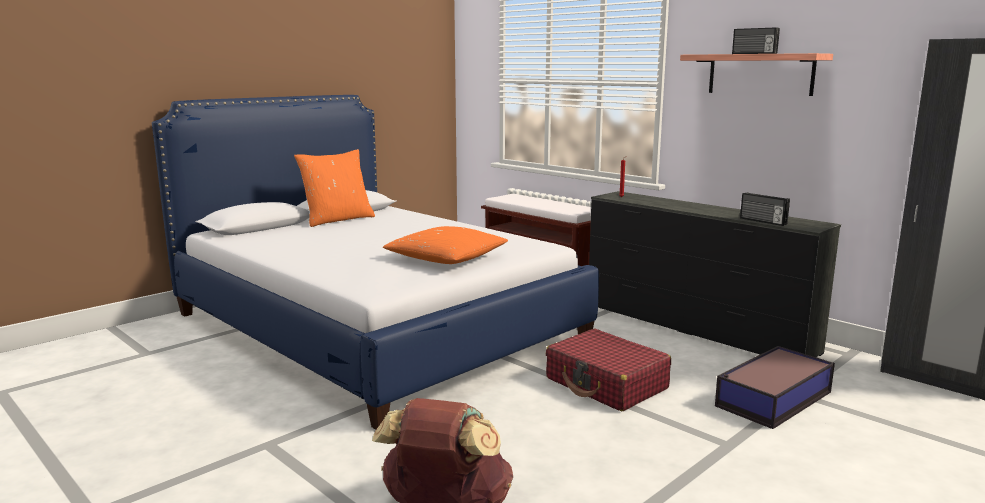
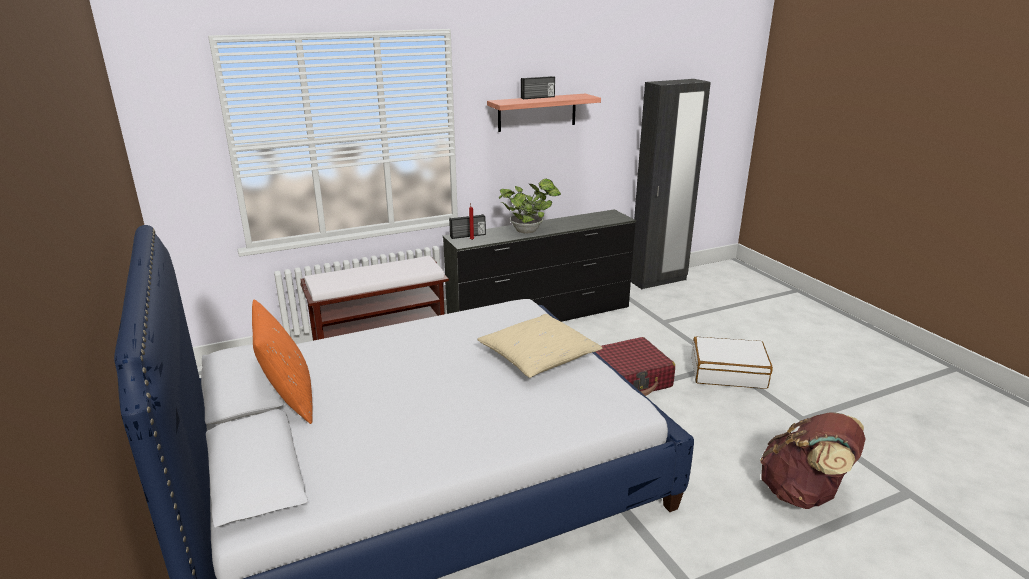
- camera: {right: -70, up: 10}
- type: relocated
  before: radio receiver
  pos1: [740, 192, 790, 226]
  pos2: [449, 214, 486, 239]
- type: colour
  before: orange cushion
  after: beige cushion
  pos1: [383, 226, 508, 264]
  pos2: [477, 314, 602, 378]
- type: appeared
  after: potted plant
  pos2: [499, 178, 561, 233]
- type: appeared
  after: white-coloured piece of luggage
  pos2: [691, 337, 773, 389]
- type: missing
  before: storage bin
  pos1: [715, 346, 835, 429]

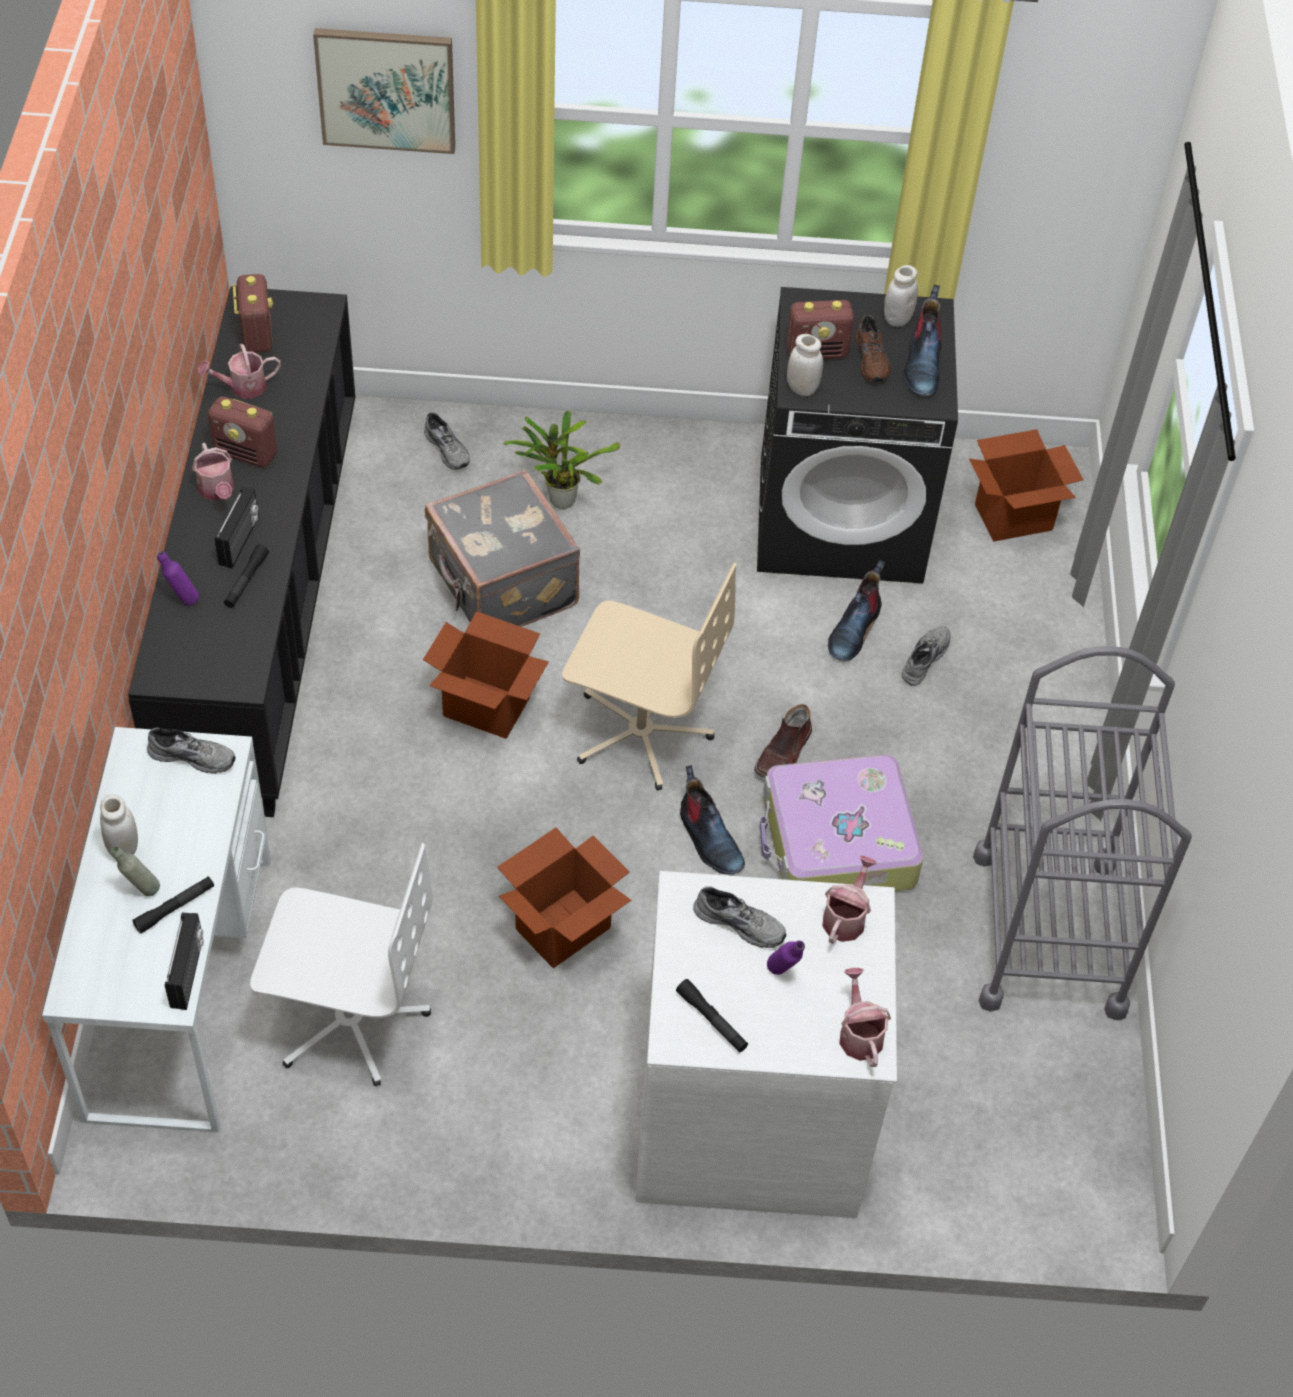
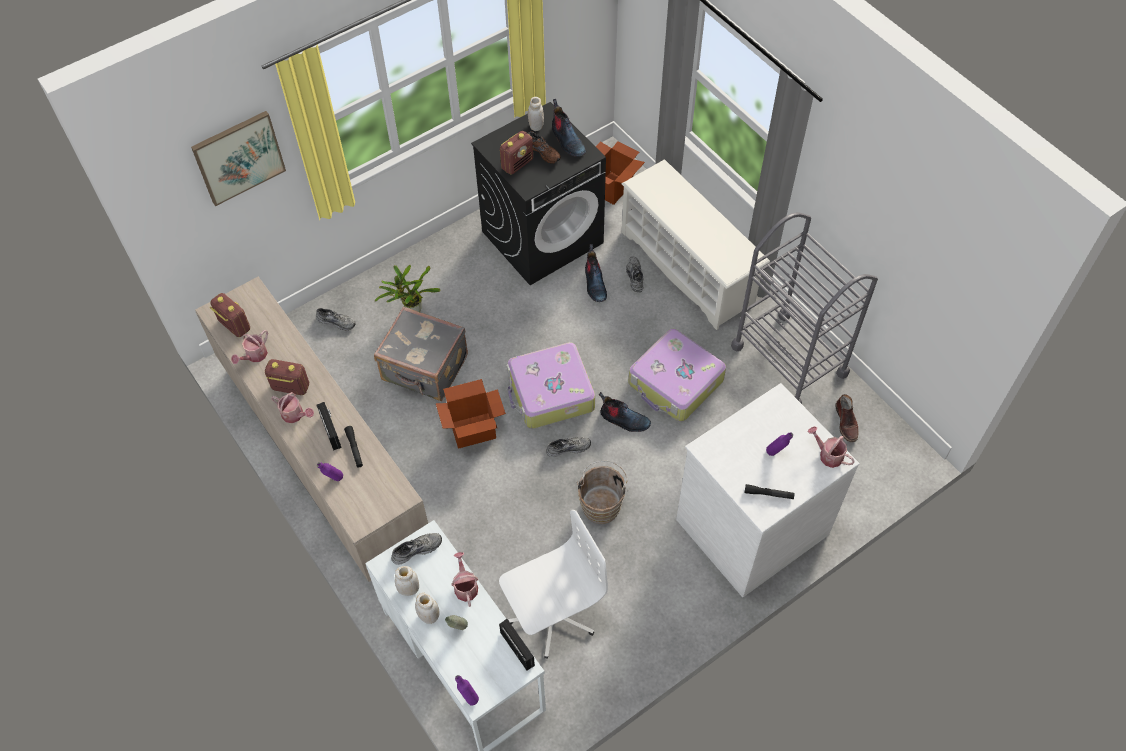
- camera: {right: -35, up: 5}
- type: colour
  before: black cupboard
  after: beige cupboard
  pos1: [128, 286, 356, 817]
  pos2: [195, 277, 428, 582]
- type: spun
  before: radio receiver
  pos1: [208, 397, 277, 467]
  pos2: [265, 359, 309, 395]
  turn: -150
- type: relocated
  before: white-coloured storage jar
  pos1: [787, 334, 823, 396]
  pos2: [395, 566, 419, 596]
- type: relocated
  before: sprinkling can
  pos1: [822, 856, 877, 944]
  pos2: [451, 552, 478, 607]
- type: appeared
  after: purplish bottle
  pos2: [455, 675, 479, 705]
- type: exchanged
  before: beige computer chair
  after: piece of luggage
  pos1: [562, 562, 737, 791]
  pos2: [507, 342, 595, 429]
- type: relocated
  before: greyish shoe
  pos1: [693, 886, 787, 948]
  pos2: [546, 437, 591, 457]
- type: exchanged
  before: cardboard box
  after: brown bucket
  pos1: [497, 828, 631, 968]
  pos2: [577, 461, 629, 524]
- type: appeared
  after: white-coloured shoe stand
  pos2: [622, 160, 770, 330]
- type: relocated
  before: brown high-top boot
  pos1: [754, 704, 812, 778]
  pos2: [835, 394, 858, 442]
- type: missing
  before: black hand torch
  pos1: [132, 876, 214, 934]

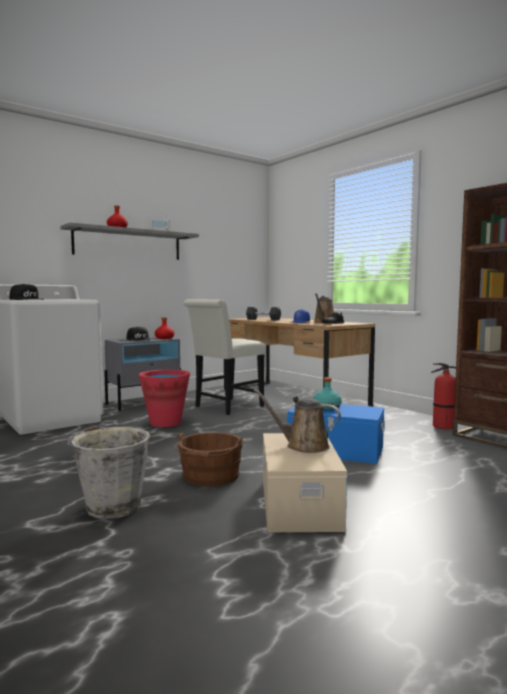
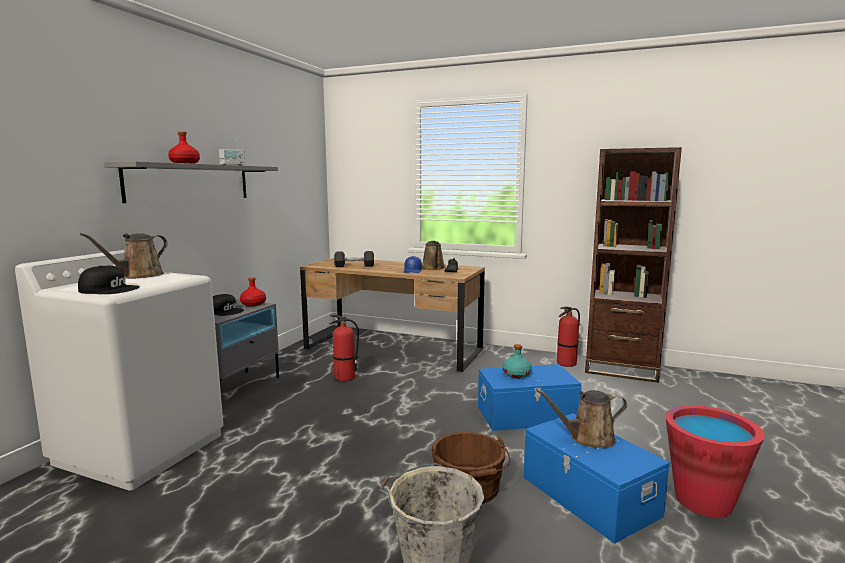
- camera: {right: -30, up: 5}
- type: appeared
  after: brown sprinkling can
  pos2: [80, 233, 168, 279]
- type: exchanged
  before: white-coloured chair
  after: fire-fighting cylinder
  pos1: [184, 299, 266, 415]
  pos2: [329, 315, 359, 381]
- type: colour
  before: beige storage bin
  after: blue-coloured storage bin
  pos1: [261, 433, 347, 532]
  pos2: [524, 413, 670, 544]
- type: relocated
  before: reddish bucket
  pos1: [139, 370, 190, 427]
  pos2: [665, 405, 765, 518]

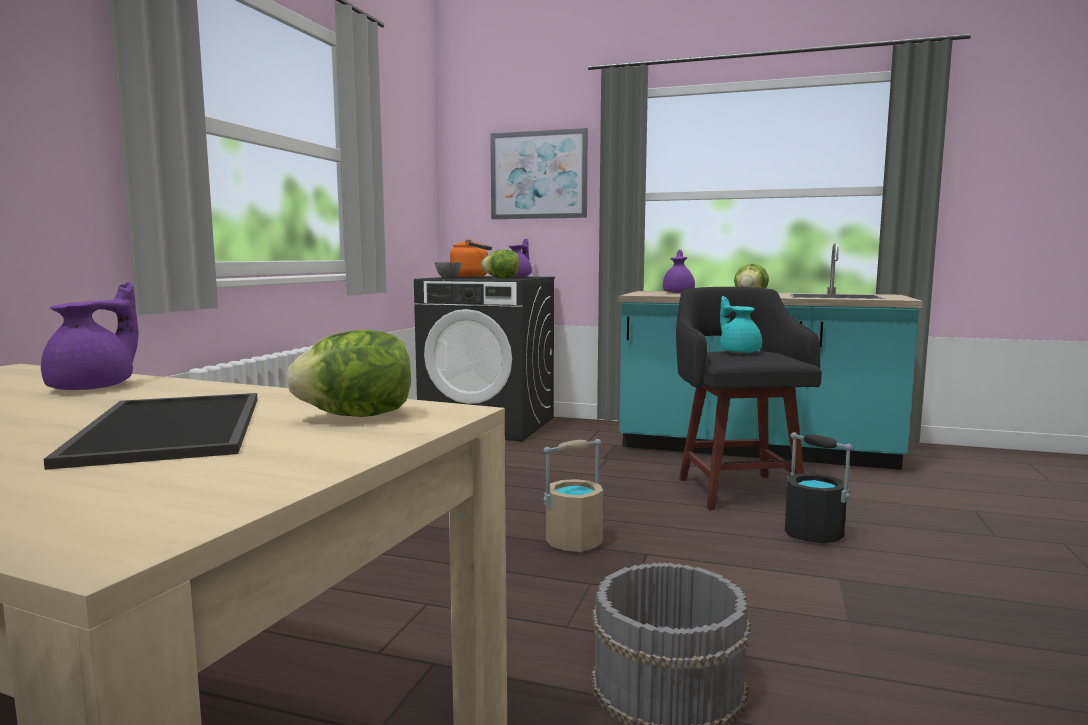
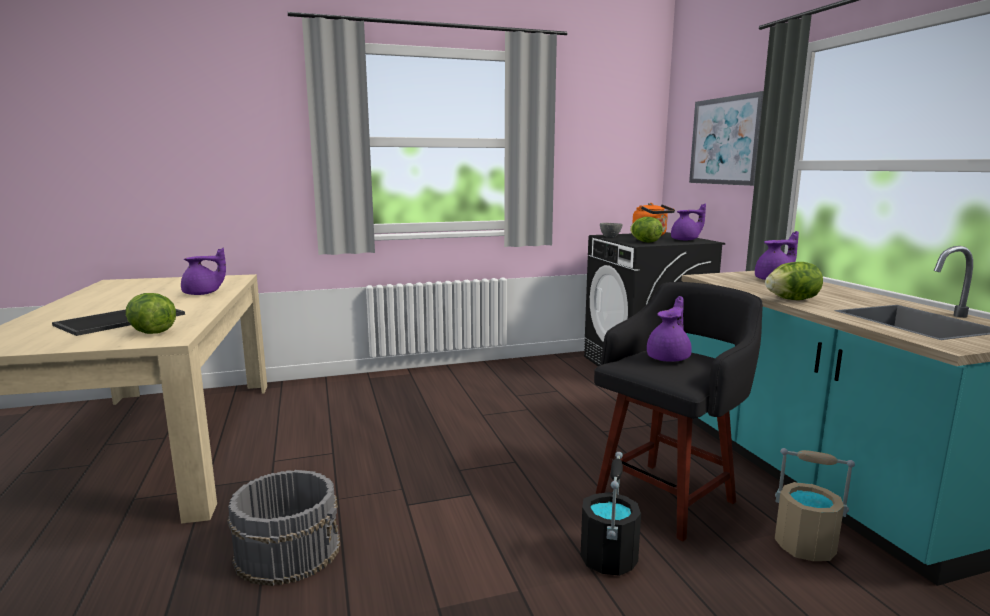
- camera: {right: 55, up: 5}
- type: colour
  before: turquoise-coloured teapot
  after: purplish teapot
  pos1: [720, 296, 762, 353]
  pos2: [647, 296, 692, 362]
- type: relocated
  before: beige bucket
  pos1: [543, 439, 603, 552]
  pos2: [775, 448, 855, 561]

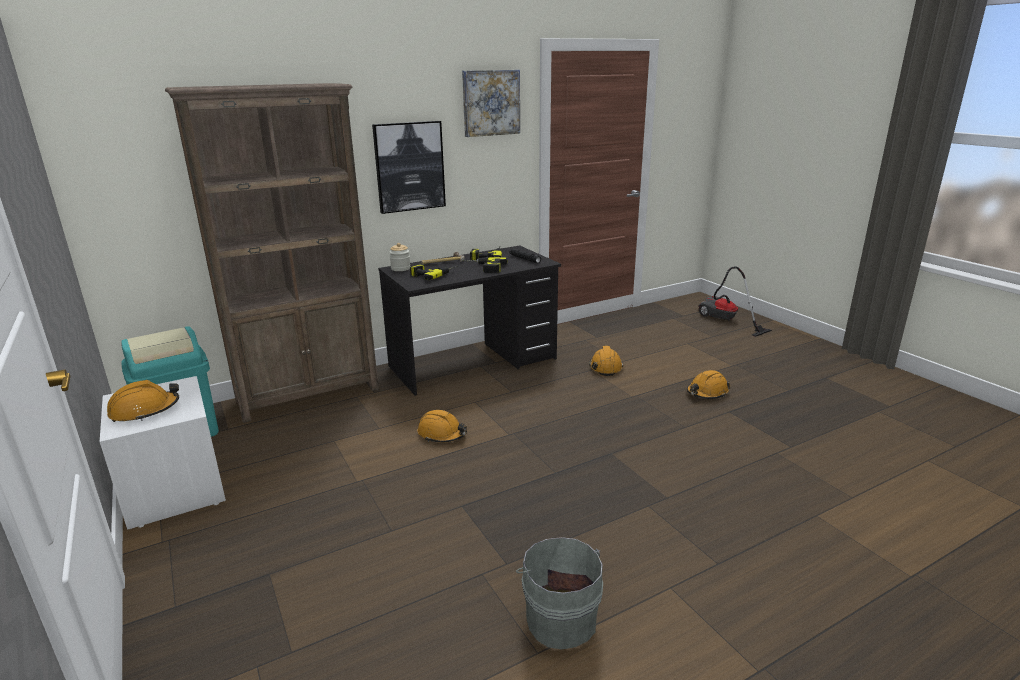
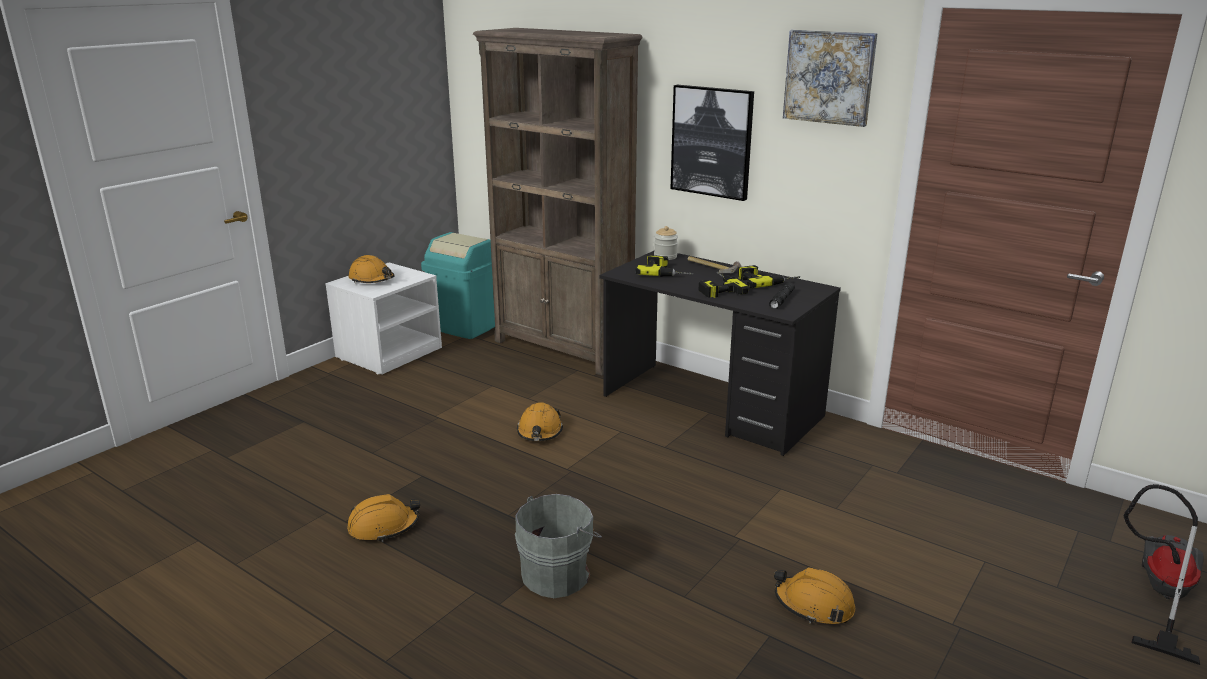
- camera: {right: 65, up: 0}
- type: relocated
  before: orange work helmet
  pos1: [589, 345, 623, 376]
  pos2: [347, 494, 420, 542]
- type: relocated
  before: greyish bucket
  pos1: [516, 537, 603, 649]
  pos2: [515, 494, 602, 598]

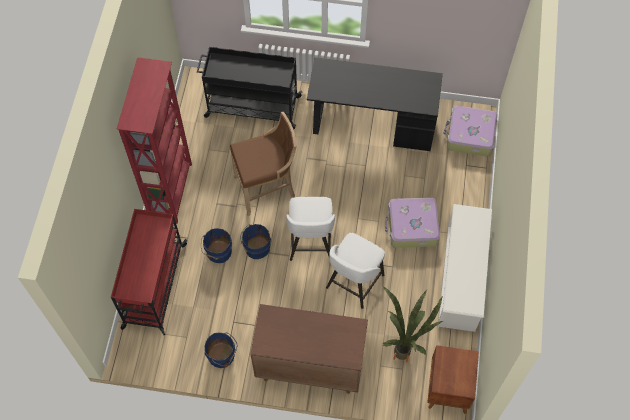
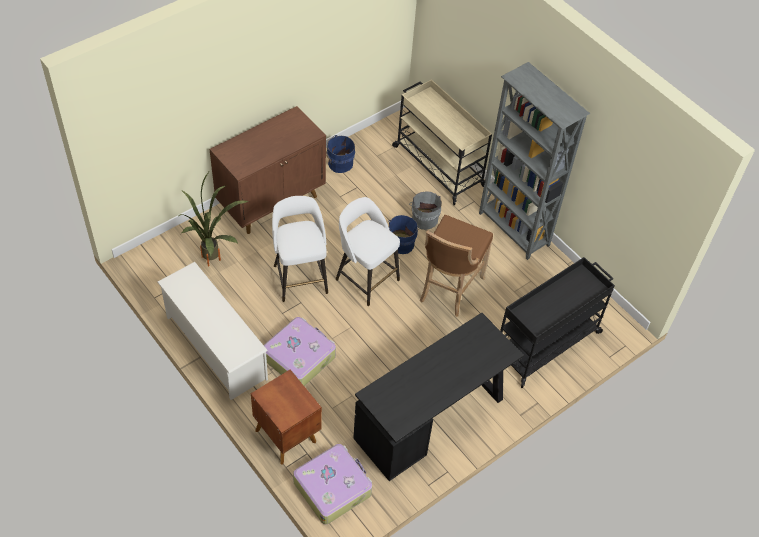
- camera: {right: 130, up: -10}
- type: relocated
  before: brown night table
  pos1: [427, 345, 479, 414]
  pos2: [251, 370, 322, 465]
- type: colour
  before: reddish trolley
  after: beige trolley
  pos1: [111, 209, 188, 335]
  pos2: [392, 79, 492, 205]
- type: colour
  before: blue-coloured bucket
  after: greyish bucket
  pos1: [201, 228, 232, 263]
  pos2: [409, 191, 441, 230]
- type: colour
  before: reddish shelving unit
  after: greyish shelving unit
  pos1: [117, 57, 192, 224]
  pos2: [479, 62, 590, 260]

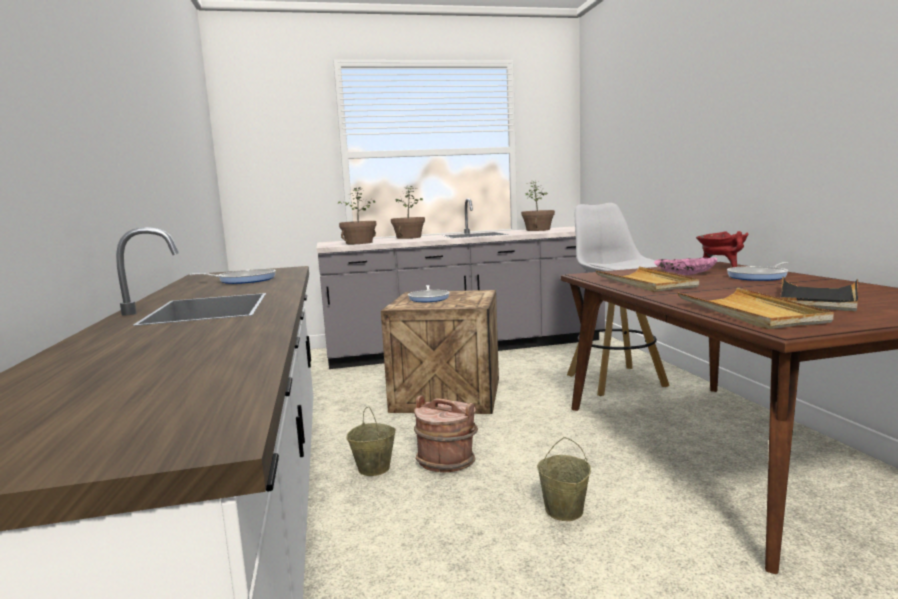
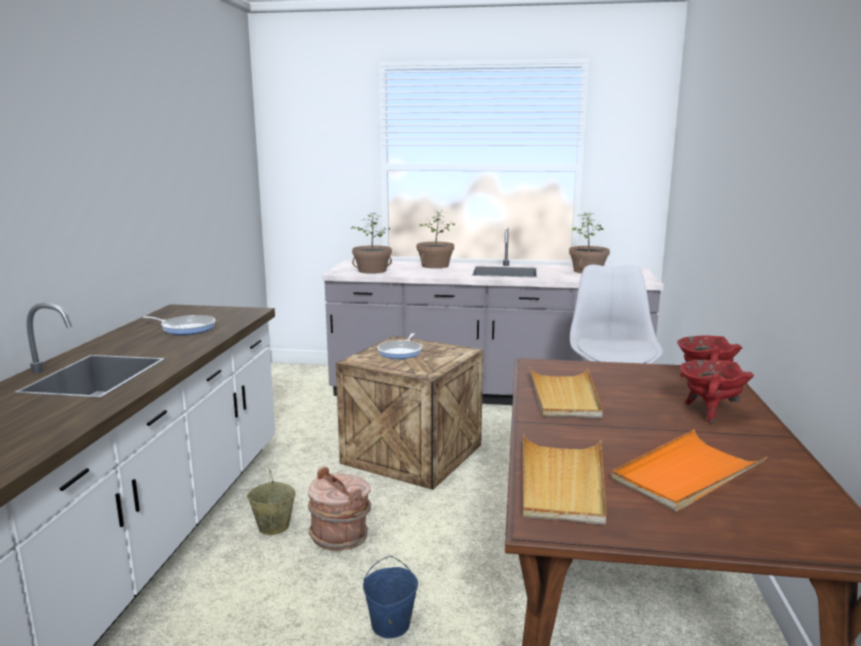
- camera: {right: 20, up: 5}
- type: colour
  before: beige bucket
  after: blue-coloured bucket
  pos1: [537, 437, 591, 521]
  pos2: [363, 556, 418, 638]
- type: colour
  before: black carrying tray
  after: orange carrying tray
  pos1: [780, 277, 858, 312]
  pos2: [611, 429, 767, 512]
- type: exchanged
  before: skillet
  after: reddish cooking pot
  pos1: [727, 262, 788, 281]
  pos2: [680, 360, 754, 424]
- type: missing
  before: pinkish deep dish
  pos1: [654, 257, 718, 275]

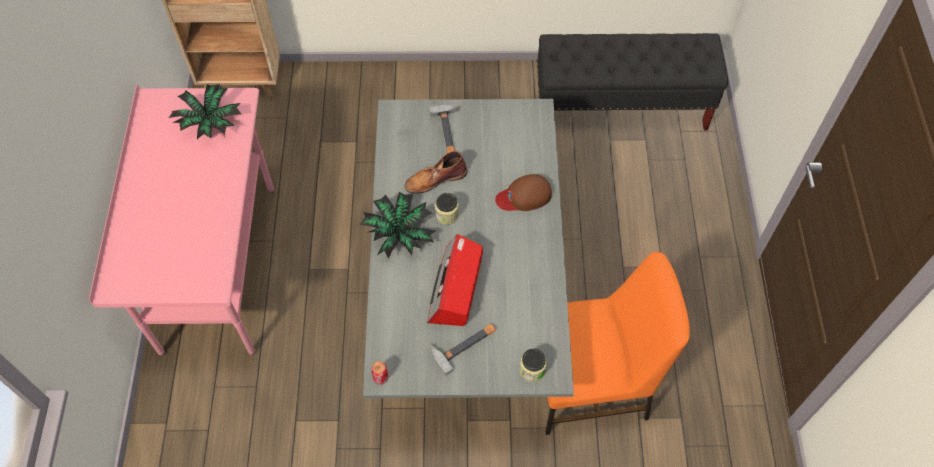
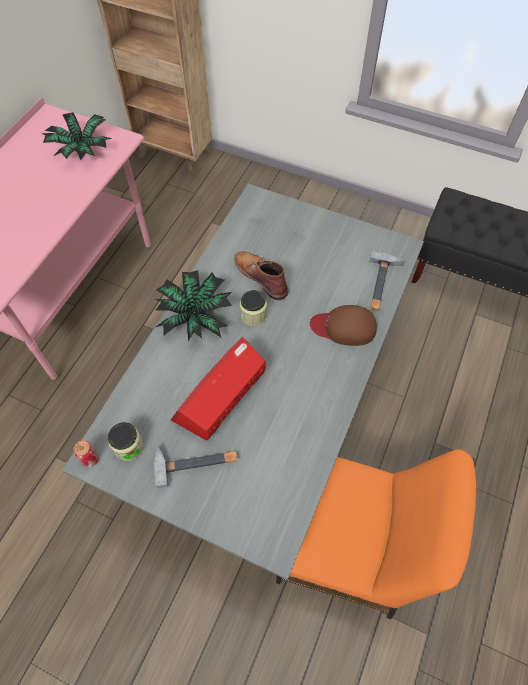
- camera: {right: 25, up: 0}
- type: relocated
  before: storage jar
  pos1: [519, 348, 547, 382]
  pos2: [108, 422, 144, 461]
- type: spun
  before: brown high-top boot
  pos1: [404, 151, 467, 194]
  pos2: [234, 251, 288, 300]
  turn: 45
- type: relocated
  before: tool hammer
  pos1: [429, 105, 459, 153]
  pos2: [369, 251, 405, 311]

